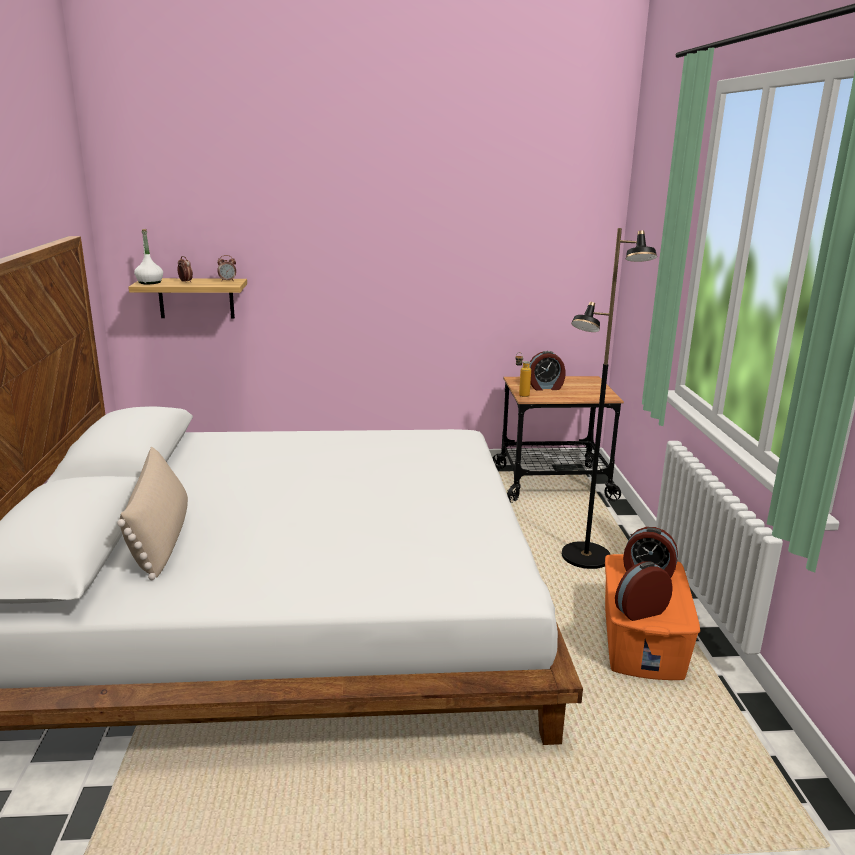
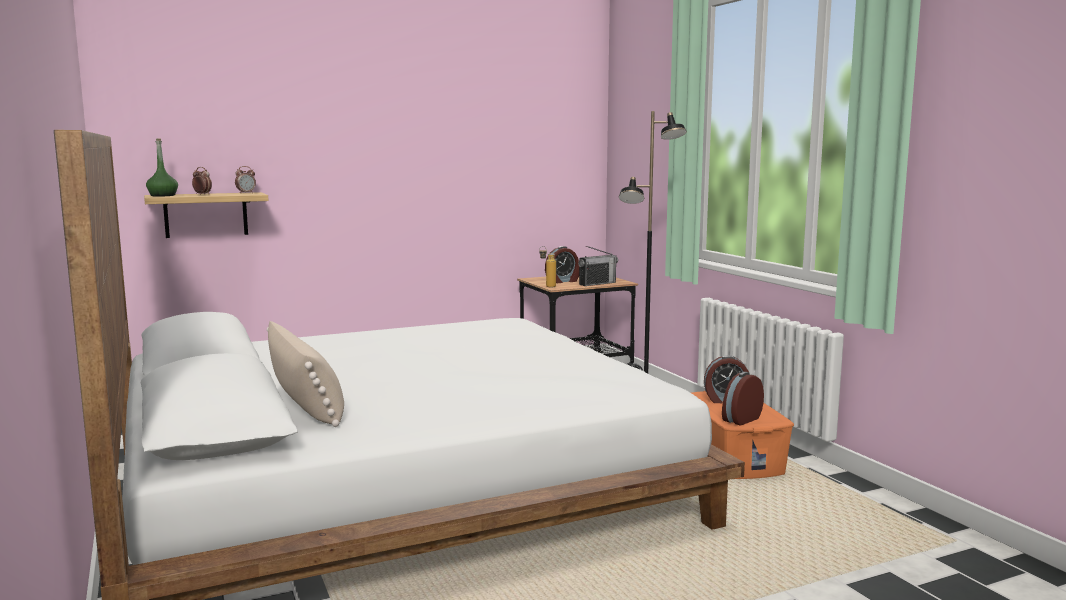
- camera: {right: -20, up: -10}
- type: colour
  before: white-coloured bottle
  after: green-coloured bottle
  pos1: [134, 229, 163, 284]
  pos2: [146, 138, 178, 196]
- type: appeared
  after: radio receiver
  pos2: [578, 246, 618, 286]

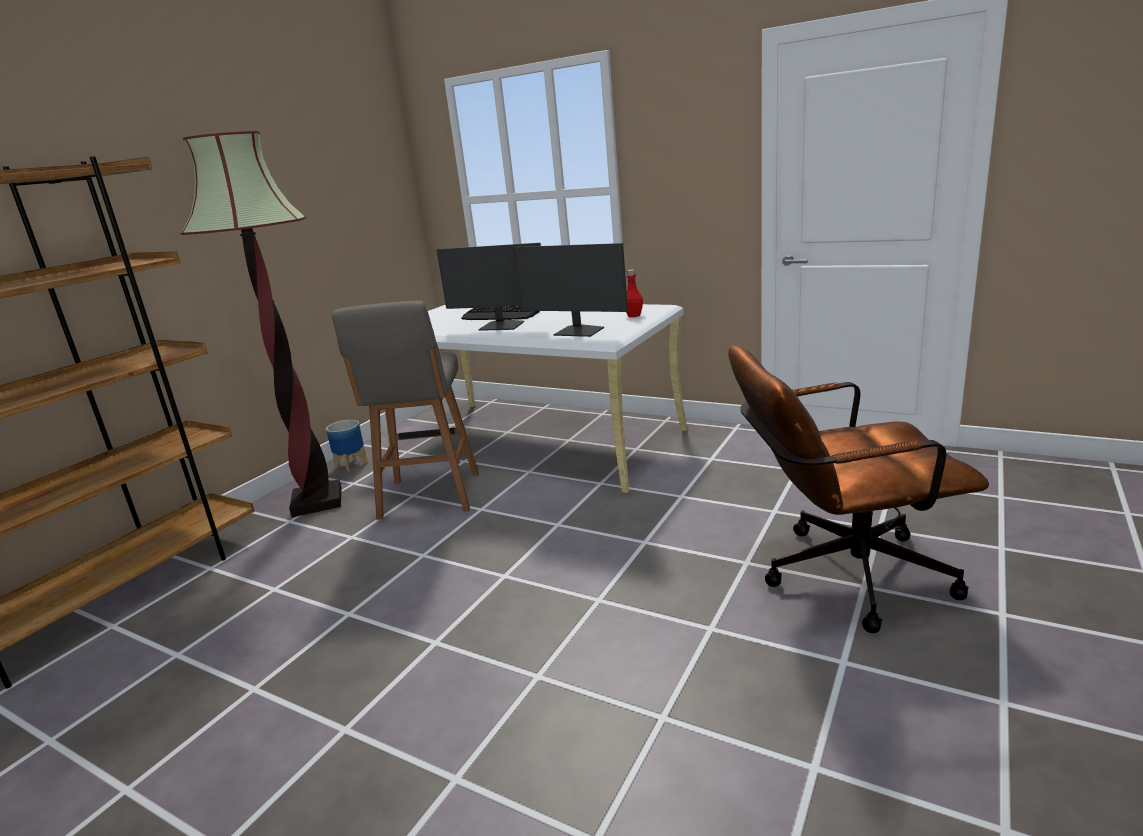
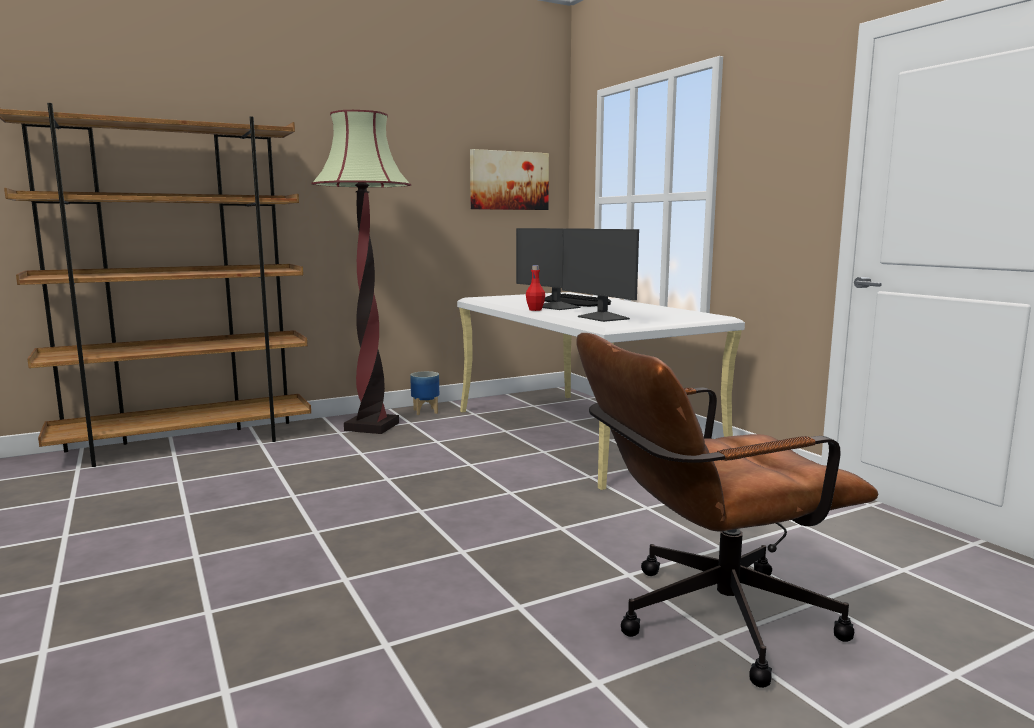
- camera: {right: 30, up: -10}
- type: appeared
  after: wall art
  pos2: [470, 149, 549, 210]
- type: relocated
  before: reddish bottle
  pos1: [626, 270, 643, 317]
  pos2: [526, 265, 545, 311]
- type: spun
  before: brown computer chair
  pos1: [728, 345, 989, 633]
  pos2: [576, 333, 878, 688]
  turn: -45
- type: missing
  before: greyish stool
  pos1: [332, 301, 479, 520]

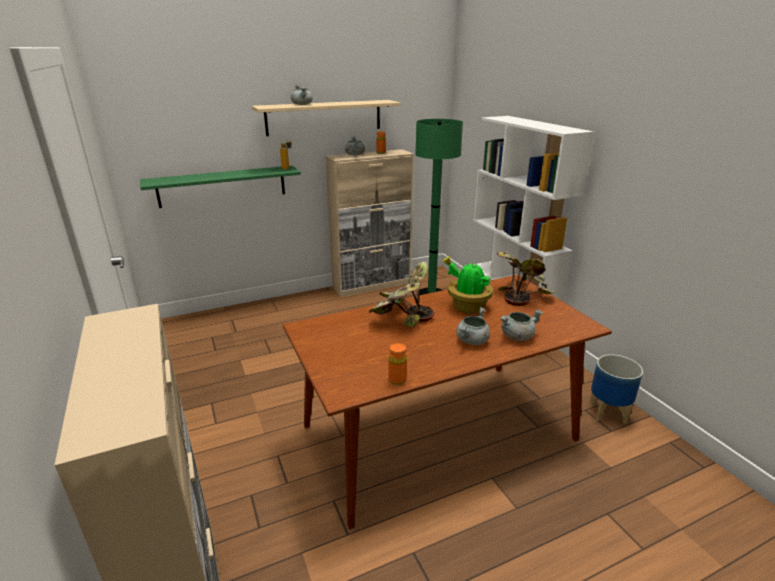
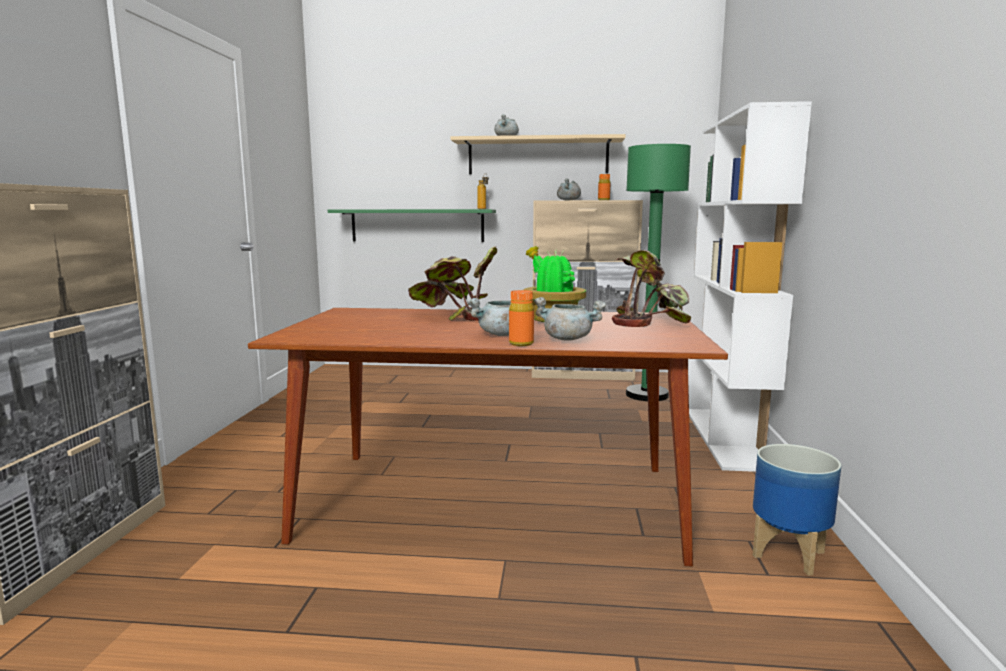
- camera: {right: 30, up: -15}
- type: relocated
  before: orange bottle
  pos1: [388, 343, 407, 385]
  pos2: [509, 290, 534, 346]

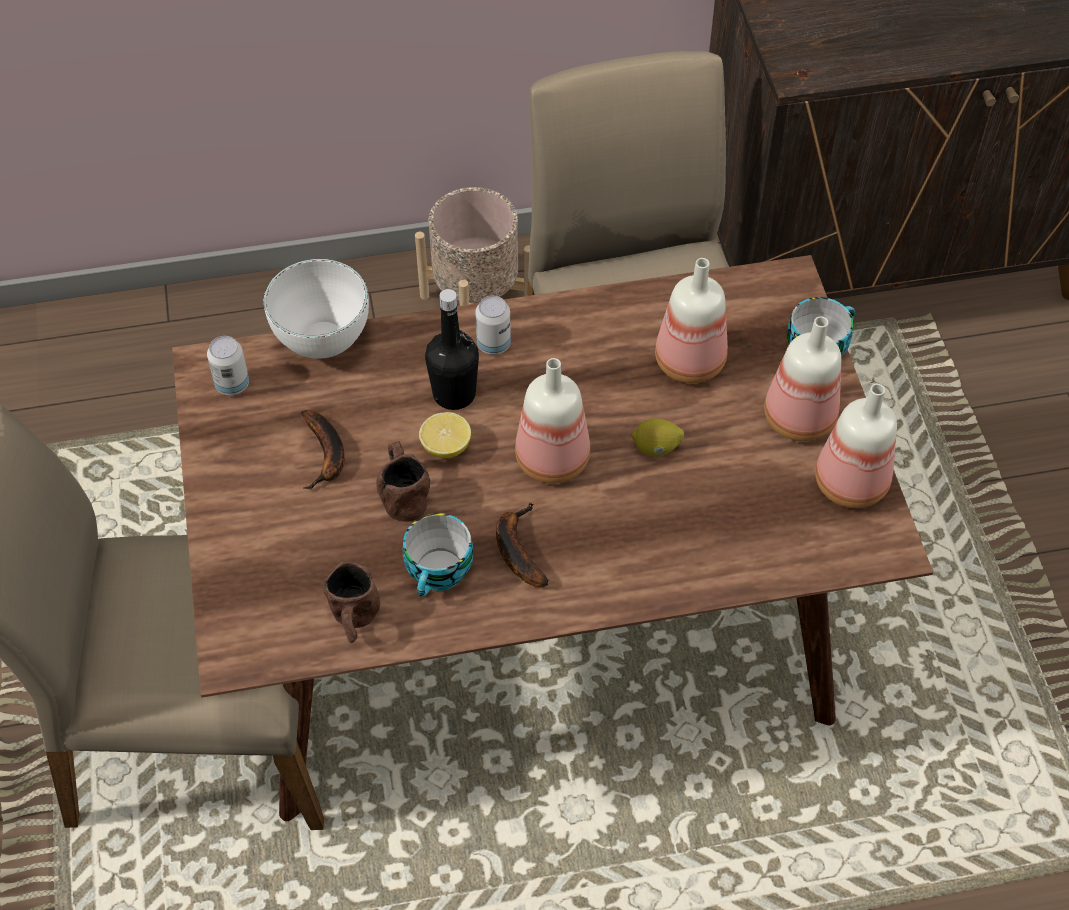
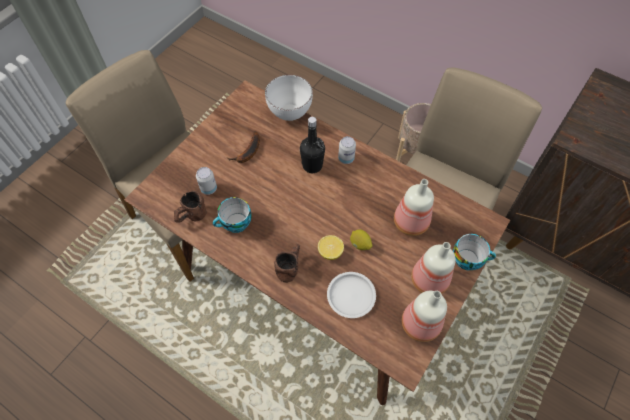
- camera: {right: 45, up: 5}
- type: relocated
  before: can
  pos1: [207, 336, 249, 395]
  pos2: [196, 167, 217, 195]
- type: relocated
  before: brown tea mug
  pos1: [376, 441, 430, 522]
  pos2: [274, 244, 300, 283]
- type: relocated
  before: whole lemon
  pos1: [419, 412, 471, 458]
  pos2: [318, 235, 344, 260]
- type: appeared
  after: white-coloured plate
  pos2: [327, 272, 376, 318]
- type: missing
  before: whole banana
  pos1: [496, 502, 549, 587]
- type: missing
  before: bottle
  pos1: [515, 358, 590, 484]

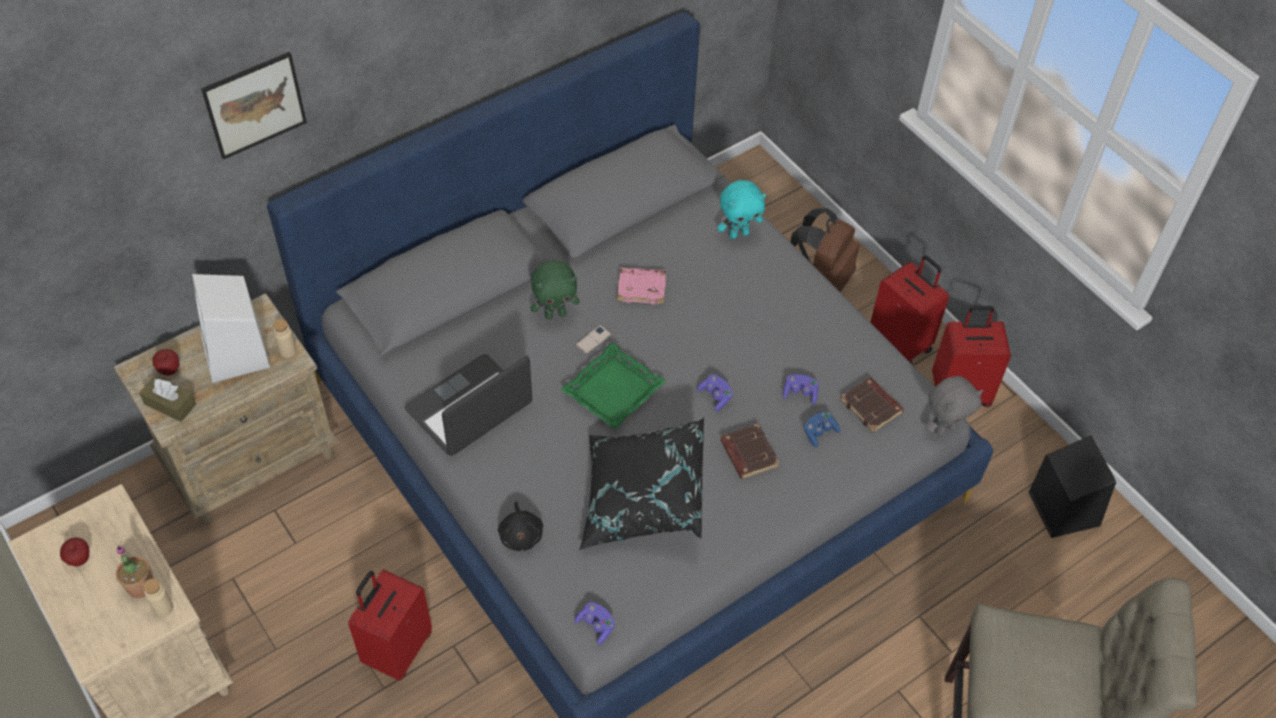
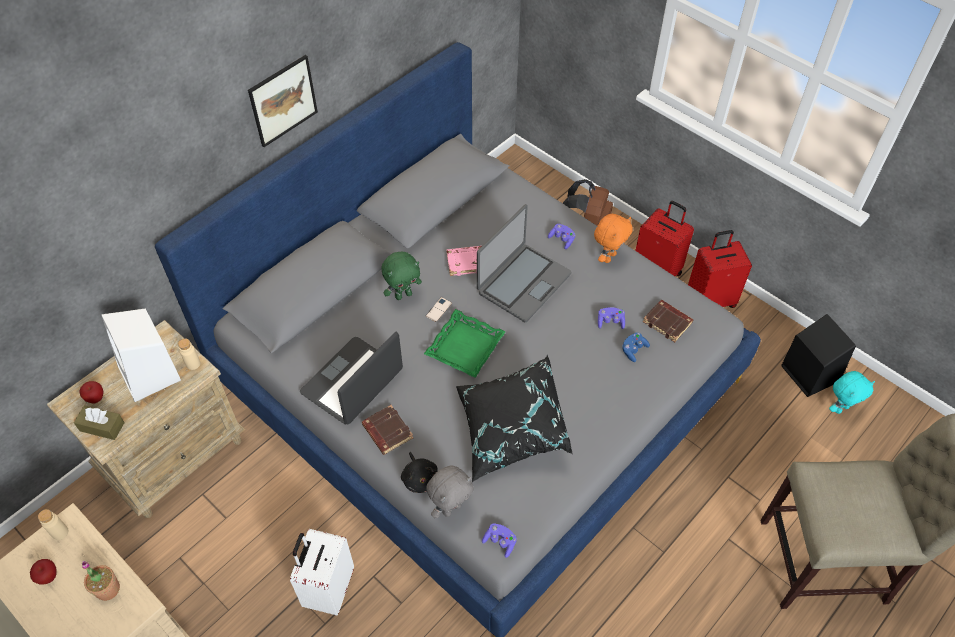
- camera: {right: -10, up: 0}
- type: relocated
  before: beige bottle
  pos1: [143, 578, 173, 617]
  pos2: [38, 509, 68, 540]
- type: relocated
  before: wall art
  pos1: [201, 52, 307, 160]
  pos2: [248, 55, 318, 147]
- type: colour
  before: reddish piece of luggage
  after: white-coloured piece of luggage
  pos1: [348, 569, 432, 681]
  pos2: [290, 529, 354, 615]
- type: relocated
  before: brown bound book
  pos1: [720, 424, 779, 479]
  pos2: [362, 405, 413, 455]
- type: relocated
  before: greyish plush toy
  pos1: [925, 376, 983, 436]
  pos2: [426, 465, 474, 518]
- type: appeared
  after: notebook computer
  pos2: [477, 204, 571, 322]
- type: relocated
  before: purplish joypad
  pos1: [697, 374, 733, 411]
  pos2: [548, 224, 576, 249]
- type: appeared
  after: orange plush toy
  pos2: [594, 214, 633, 263]
- type: relocated
  before: turquoise-coloured plush toy
  pos1: [717, 180, 766, 239]
  pos2: [829, 371, 875, 414]

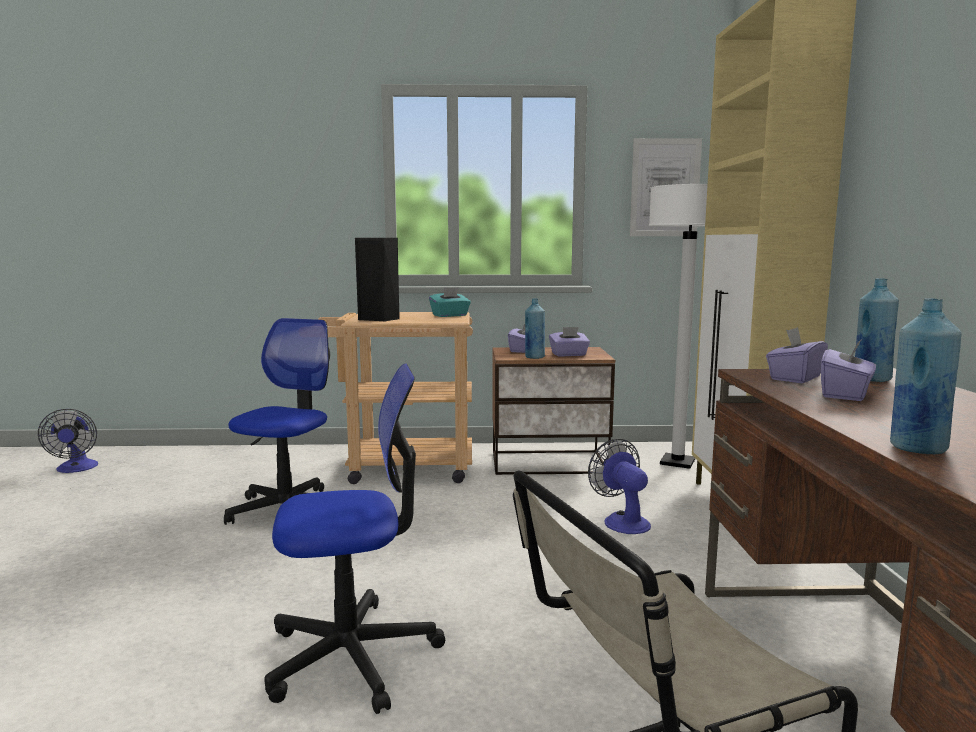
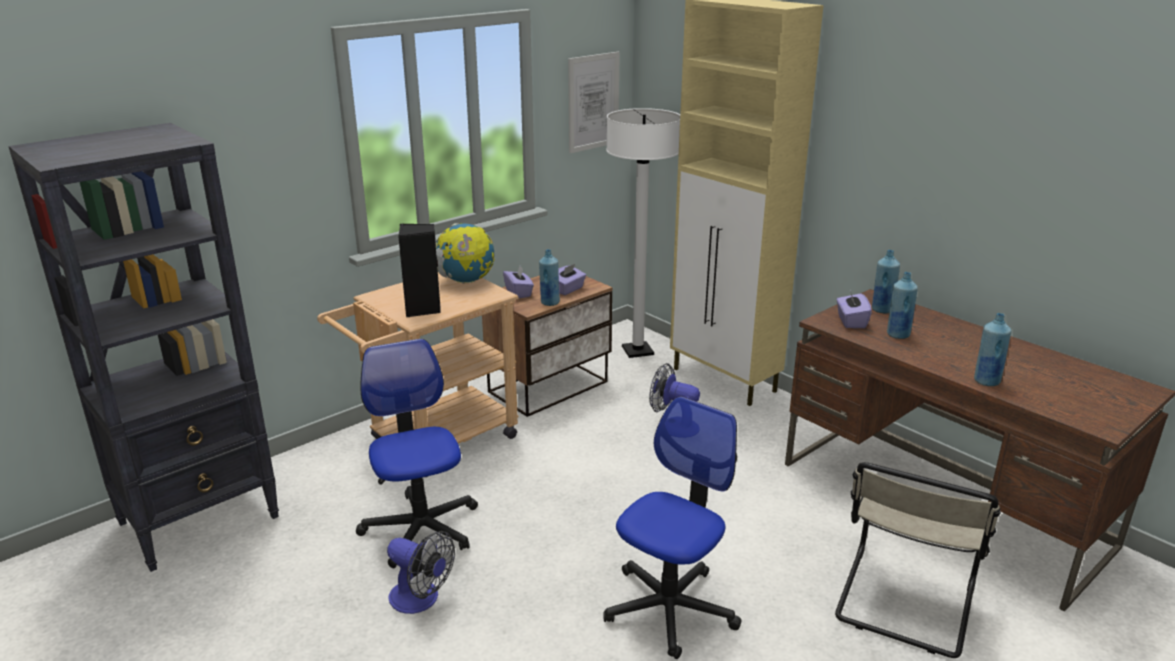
- camera: {right: -40, up: 15}
- type: appeared
  after: black shelving unit
  pos2: [8, 123, 279, 572]
- type: relocated
  before: electric fan
  pos1: [38, 409, 98, 473]
  pos2: [387, 531, 455, 614]
- type: exchanged
  before: turquoise-coloured box of tissues
  after: globe
  pos1: [429, 287, 471, 317]
  pos2: [436, 223, 495, 283]
- type: exchanged
  before: purplish box of tissues
  after: blue-coloured bottle
  pos1: [821, 339, 876, 401]
  pos2: [887, 272, 918, 339]

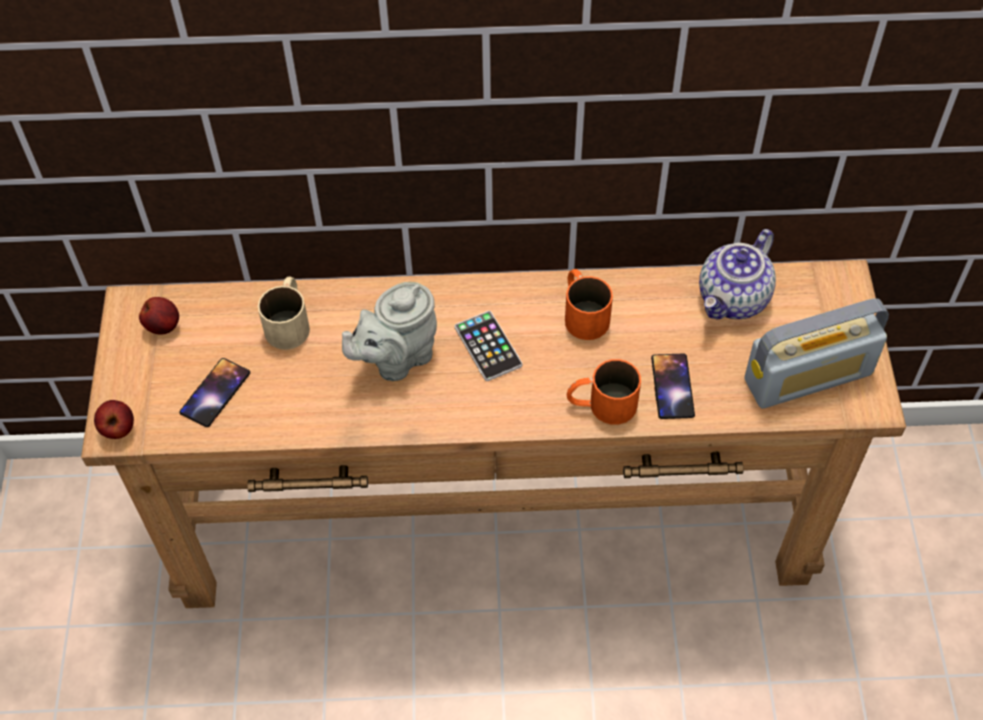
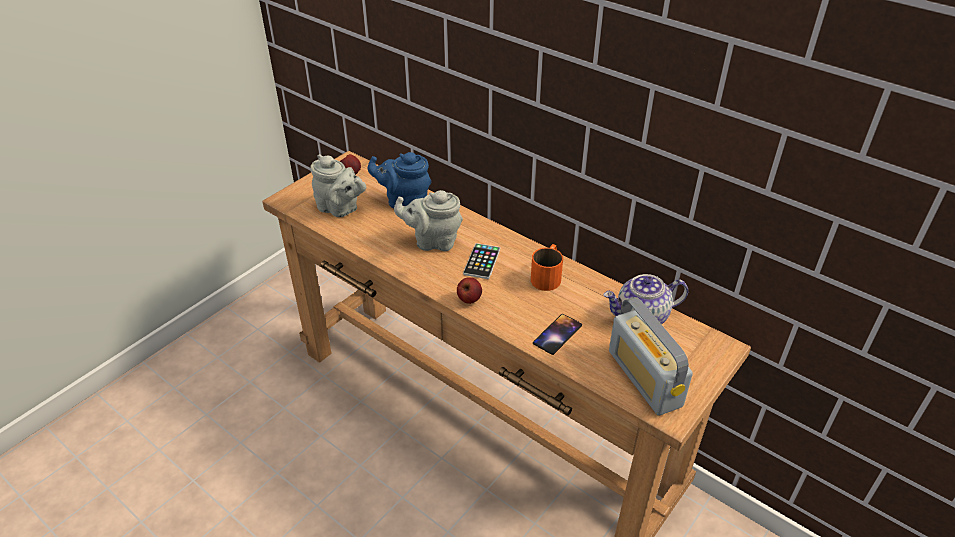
- camera: {right: 40, up: -15}
- type: exchanged
  before: phone
  after: greyish teapot
  pos1: [180, 358, 250, 427]
  pos2: [310, 154, 366, 217]
- type: exchanged
  before: beige tea mug
  after: blue-coloured teapot
  pos1: [258, 276, 310, 350]
  pos2: [368, 152, 431, 208]
- type: relocated
  before: apple
  pos1: [94, 400, 134, 439]
  pos2: [457, 277, 482, 304]
- type: spun
  before: radio receiver
  pos1: [744, 298, 889, 409]
  pos2: [609, 297, 693, 416]
  turn: 45
- type: missing
  before: orange tea mug
  pos1: [567, 359, 641, 425]

